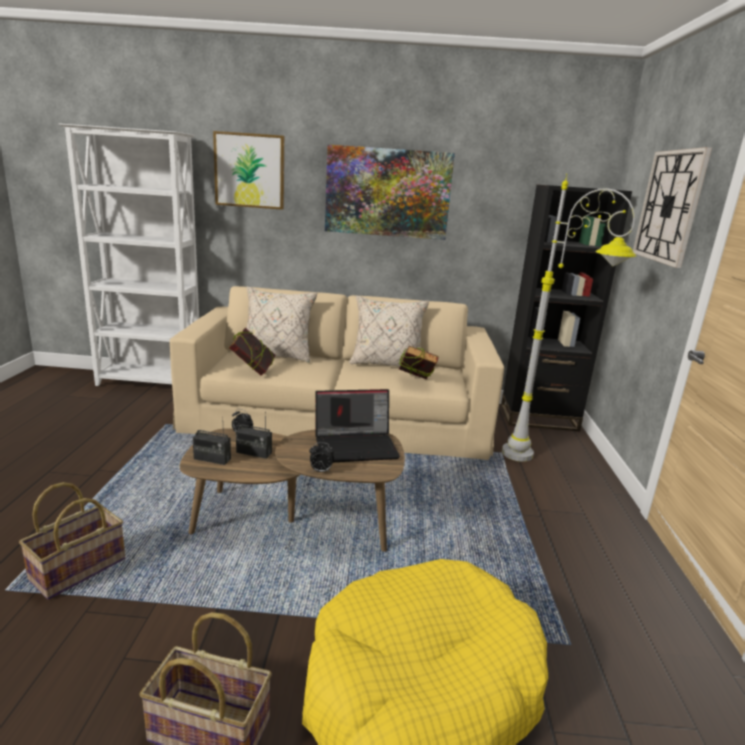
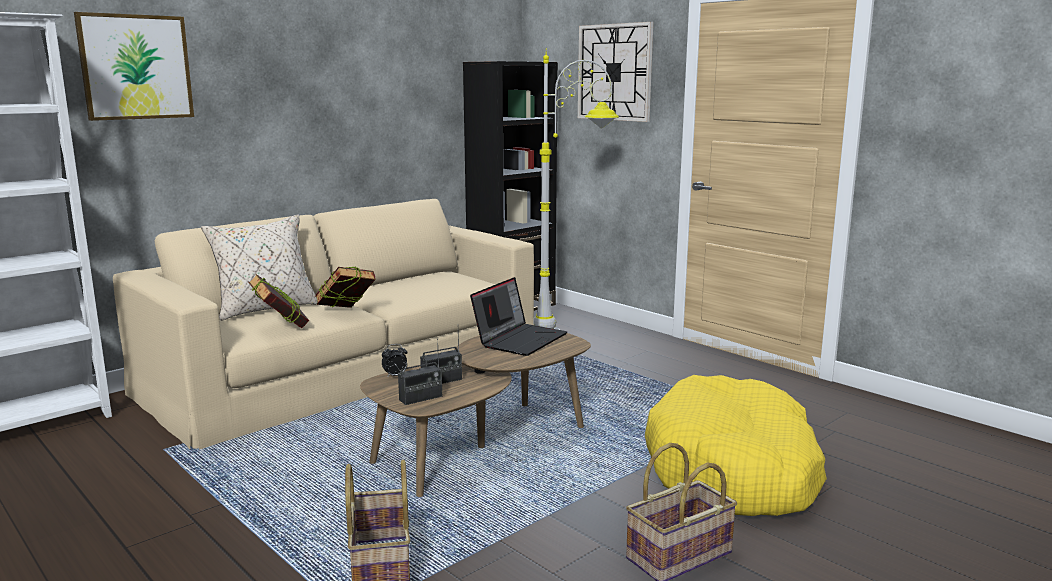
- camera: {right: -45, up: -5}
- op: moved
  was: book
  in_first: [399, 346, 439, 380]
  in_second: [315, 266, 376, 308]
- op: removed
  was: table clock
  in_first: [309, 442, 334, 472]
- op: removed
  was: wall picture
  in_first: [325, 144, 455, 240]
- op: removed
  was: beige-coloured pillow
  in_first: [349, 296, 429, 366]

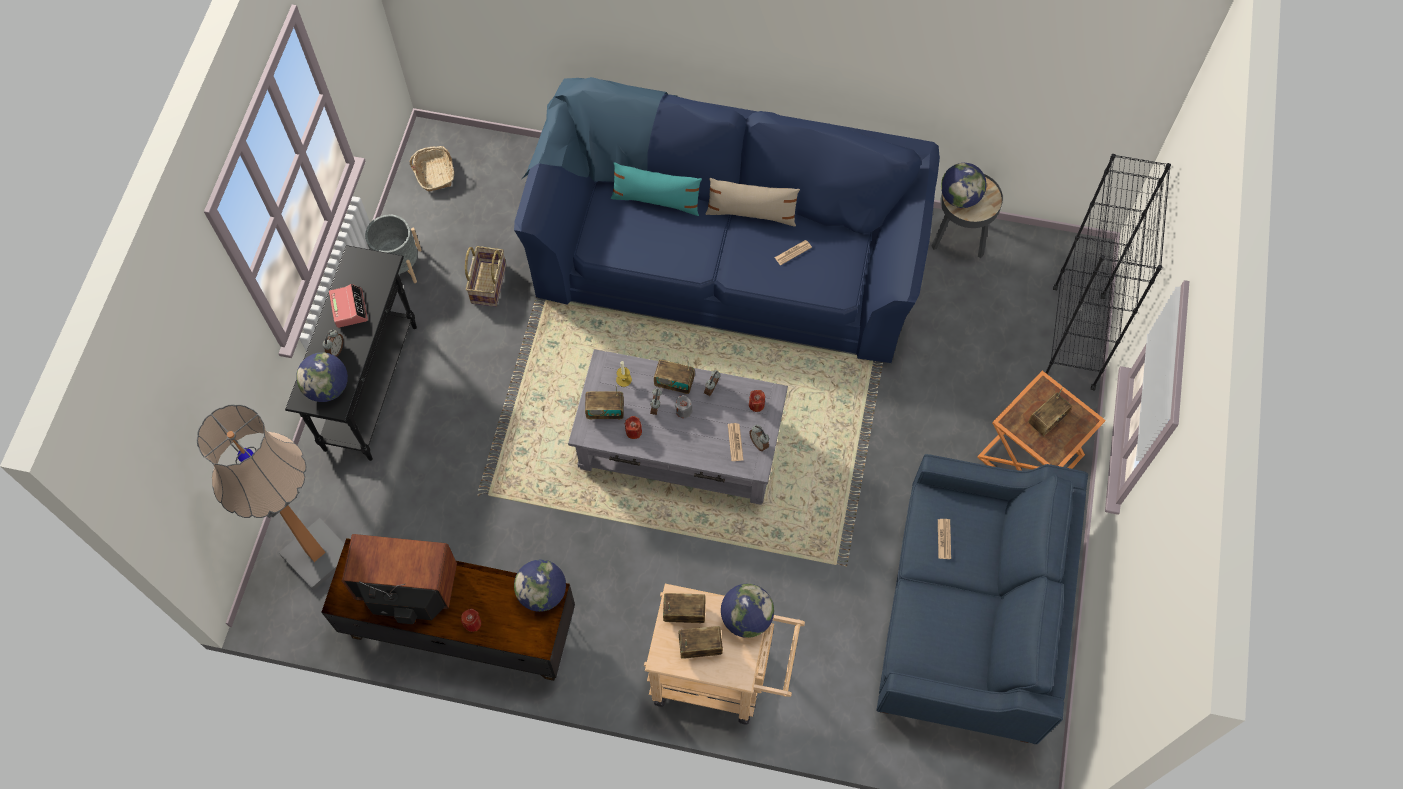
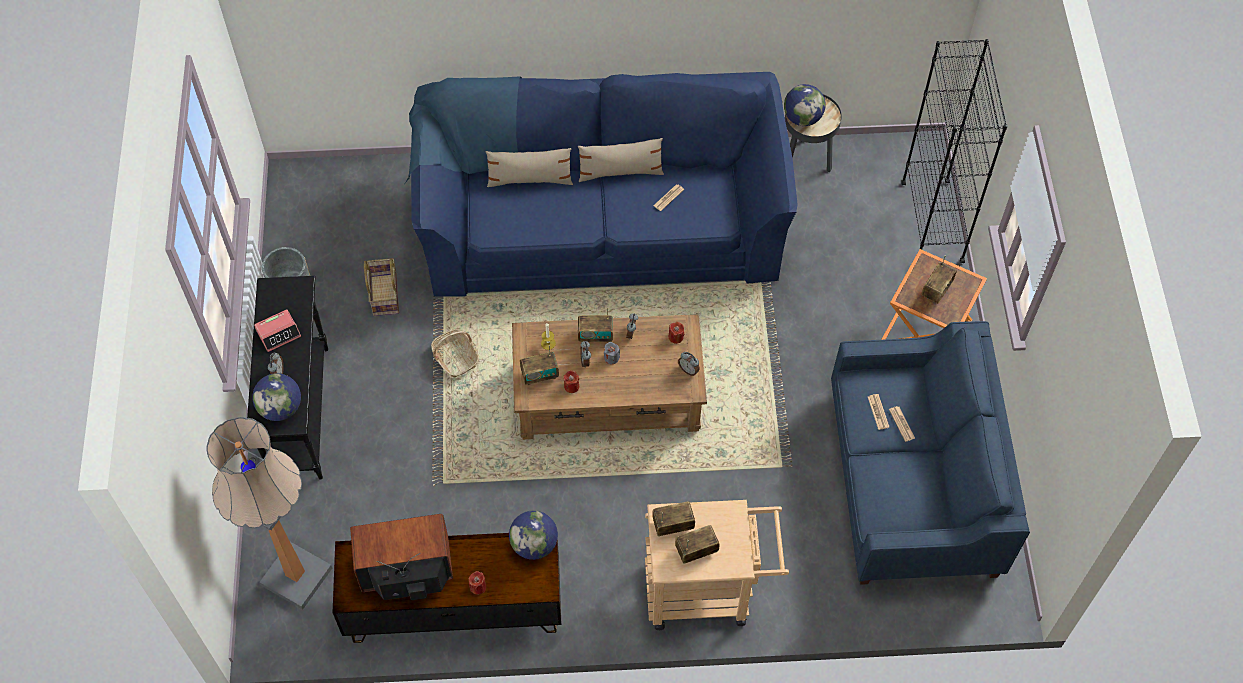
- camera: {right: -15, up: -5}
- op: turned
  was: table clock
  in_first: [329, 284, 368, 328]
  in_second: [254, 309, 301, 352]
  clockwise: 90
- op: moved
  was: household basket
  in_first: [410, 146, 454, 192]
  in_second: [431, 329, 479, 377]
- op: recoloured
  was: turquoise pillow
  now: beige-coloured pillow
  in_first: [611, 162, 702, 216]
  in_second: [486, 148, 573, 187]
- op: recoloured
  was: gray low table
  now: brown-coloured low table
  in_first: [568, 349, 788, 505]
  in_second: [512, 315, 707, 440]
- op: moved
  was: newspaper
  in_first: [728, 423, 743, 461]
  in_second: [889, 406, 915, 442]
- op: removed
  was: world globe
  in_first: [721, 584, 774, 638]

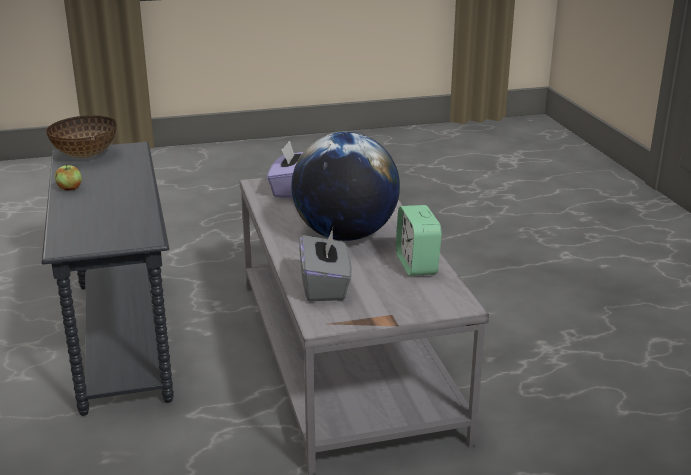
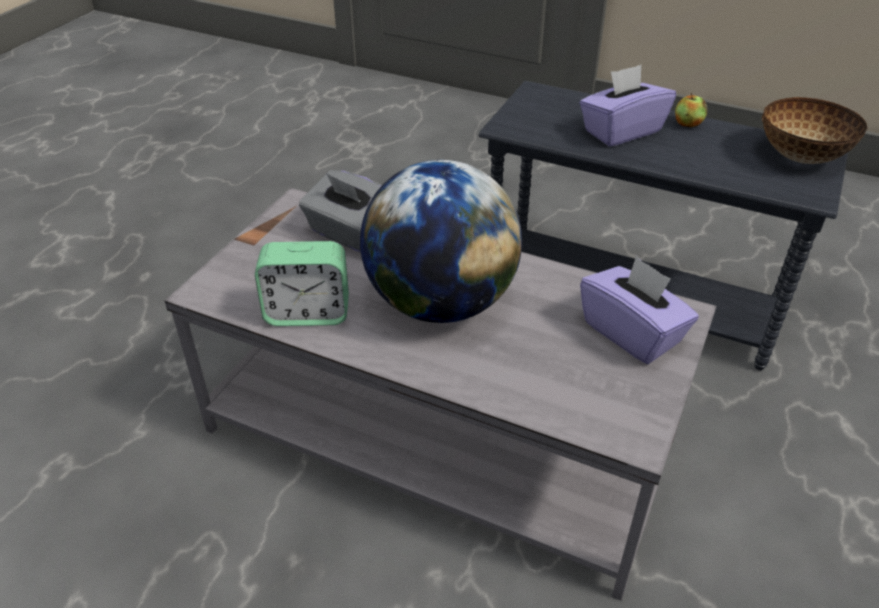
- camera: {right: 130, up: 15}
- op: turned
  was: table clock
  in_first: [396, 205, 442, 276]
  in_second: [255, 241, 349, 326]
  clockwise: 150
- op: added
  now: purple-coloured tissue box
  in_second: [579, 65, 676, 146]

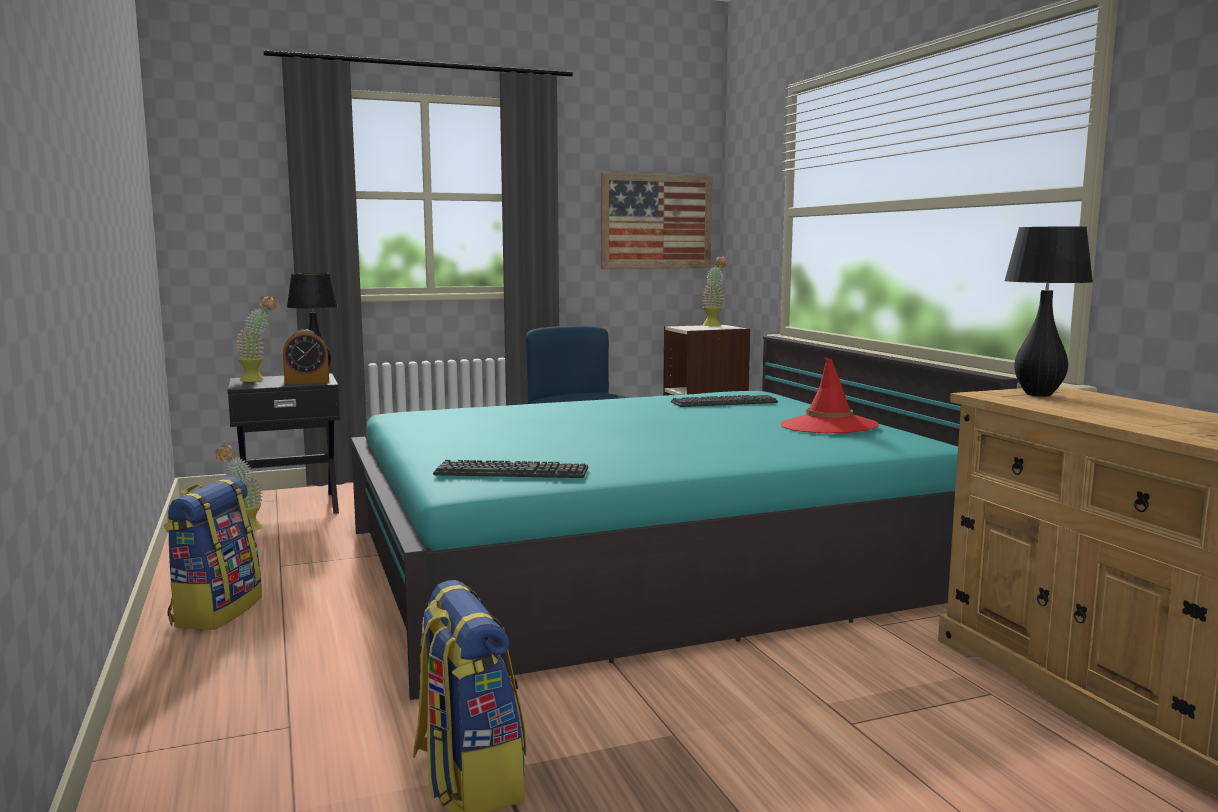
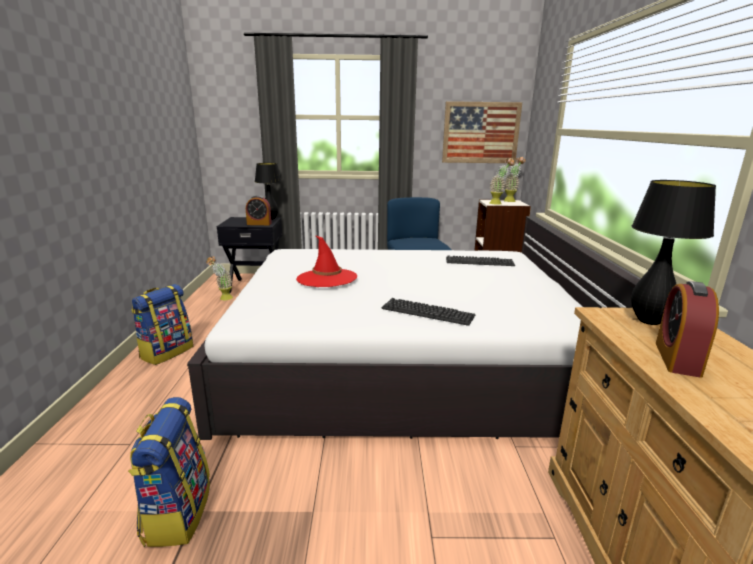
- camera: {right: 20, up: 10}
- op: recoloured
  was: turquoise sleeping bed
  now: whitish sleeping bed
  in_first: [351, 336, 1018, 700]
  in_second: [187, 216, 639, 440]
- op: moved
  was: reddish clothing hat
  in_first: [781, 356, 879, 433]
  in_second: [296, 235, 357, 287]
- op: moved
  was: computer keyboard
  in_first: [433, 460, 588, 478]
  in_second: [382, 298, 475, 326]
- op: moved
  was: potted plant
  in_first: [235, 296, 277, 382]
  in_second: [489, 158, 514, 205]
- op: added
  now: table clock
  in_second: [656, 281, 719, 378]

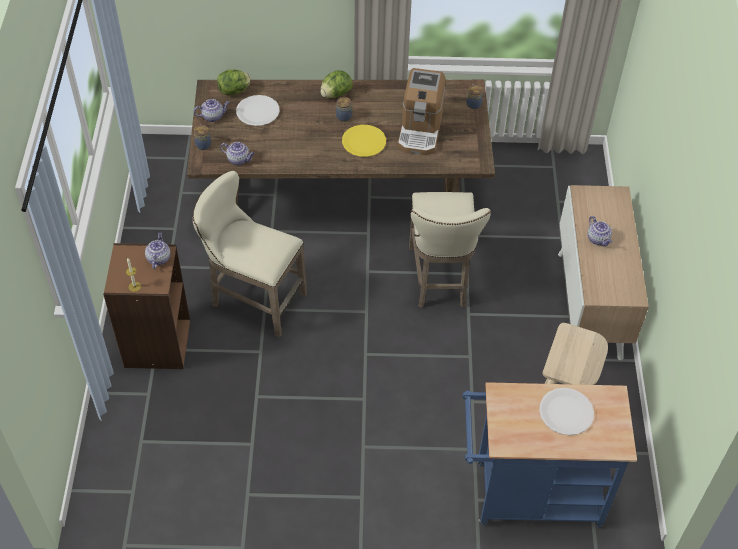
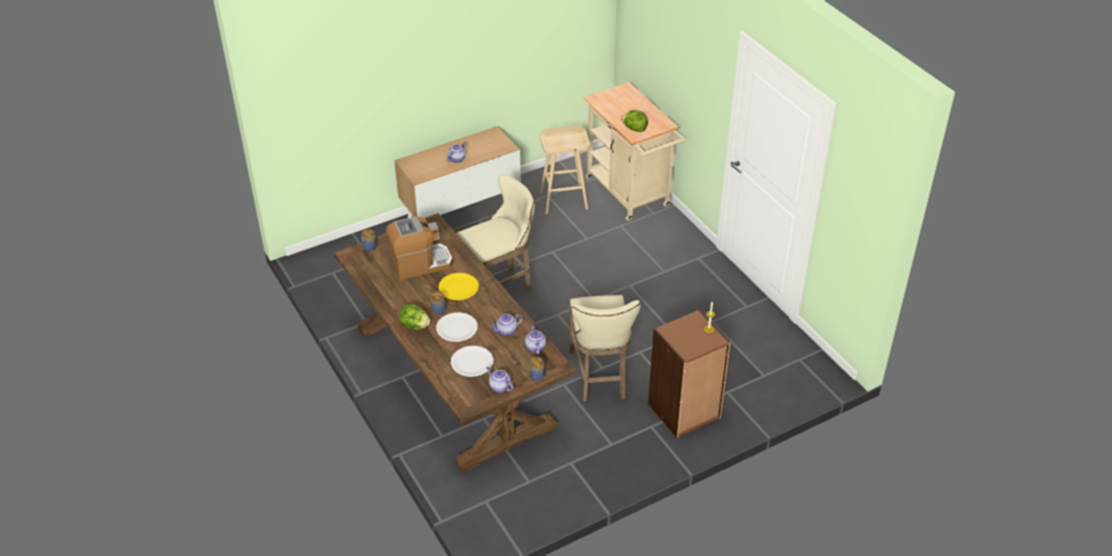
- camera: {right: -120, up: -10}
- op: moved
  was: whitish flat dish
  in_first: [539, 388, 594, 435]
  in_second: [436, 312, 478, 342]
- op: moved
  was: pot for tea
  in_first: [145, 232, 170, 269]
  in_second: [490, 314, 523, 336]
- op: recoloured
  was: blue trolley
  now: beige-coloured trolley
  in_first: [463, 382, 637, 528]
  in_second: [583, 82, 686, 221]
- op: moved
  was: lettuce
  in_first: [217, 69, 251, 95]
  in_second: [621, 110, 648, 132]

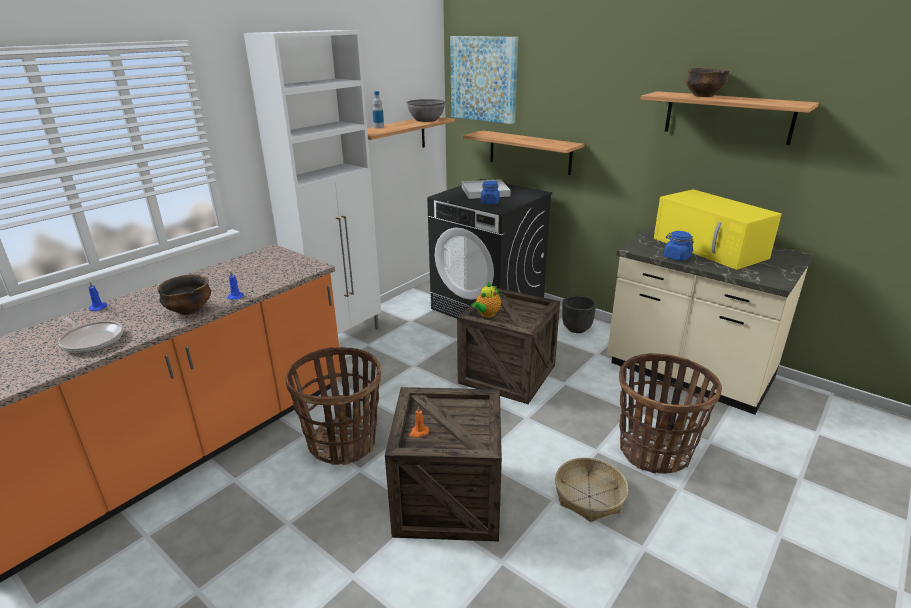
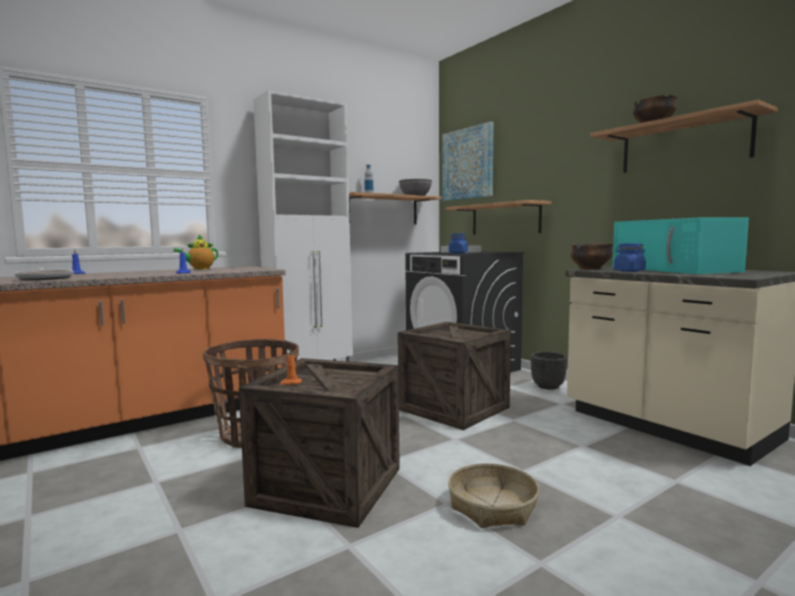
- camera: {right: 15, up: -20}
- op: moved
  was: pot for tea
  in_first: [472, 282, 501, 317]
  in_second: [173, 235, 218, 269]
- op: moved
  was: bowl
  in_first: [157, 275, 211, 315]
  in_second: [570, 243, 613, 270]
- op: recoloured
  was: yellow-coloured kitchen microwave
  now: turquoise kitchen microwave
  in_first: [654, 189, 781, 270]
  in_second: [612, 217, 749, 274]
- op: removed
  was: household basket
  in_first: [619, 353, 722, 474]

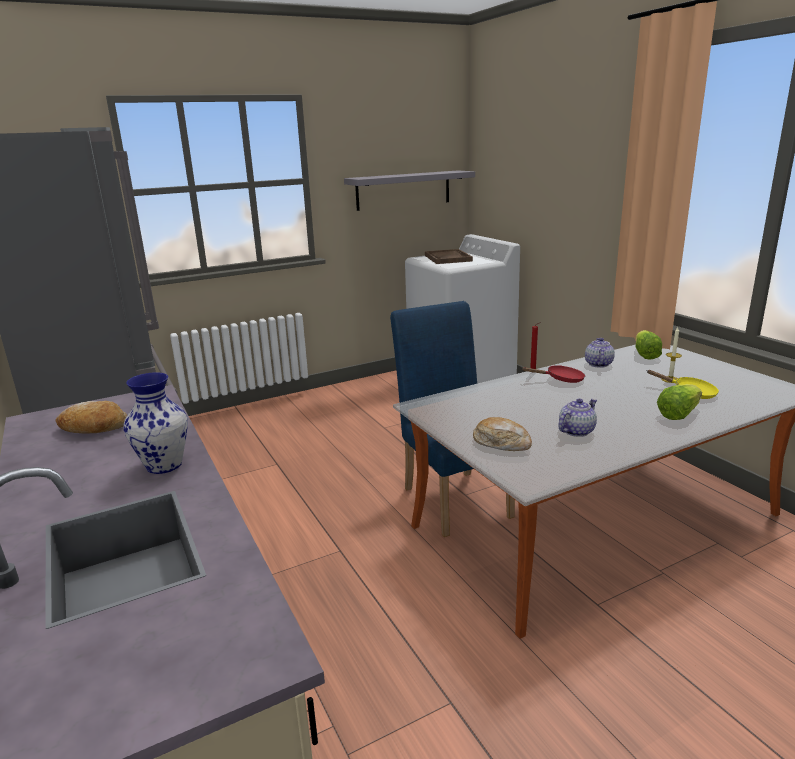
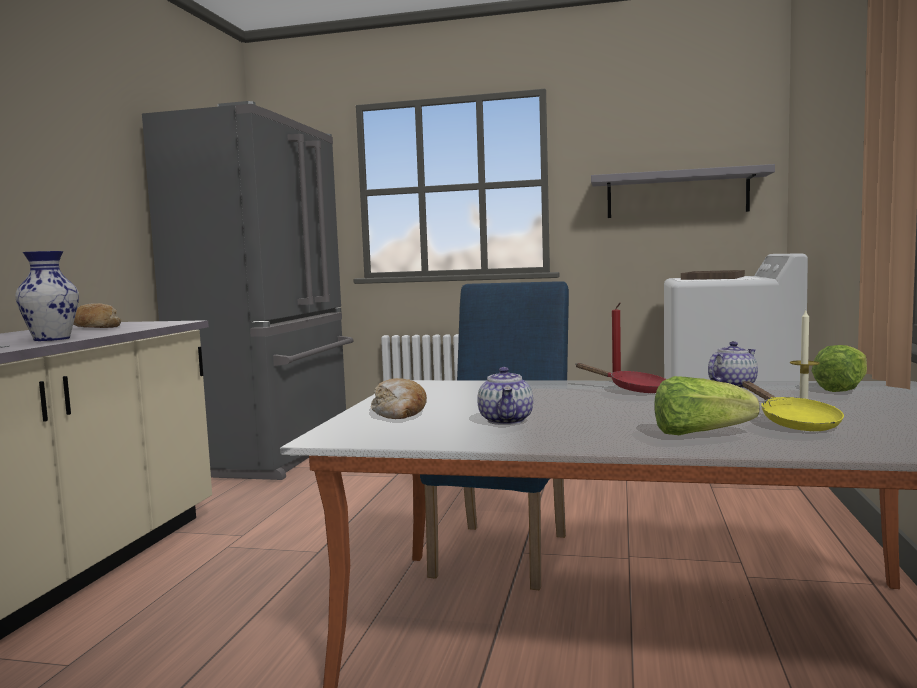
- camera: {right: 40, up: -15}
- op: turned
  was: pot for tea
  in_first: [558, 399, 597, 437]
  in_second: [477, 367, 533, 425]
  clockwise: 90

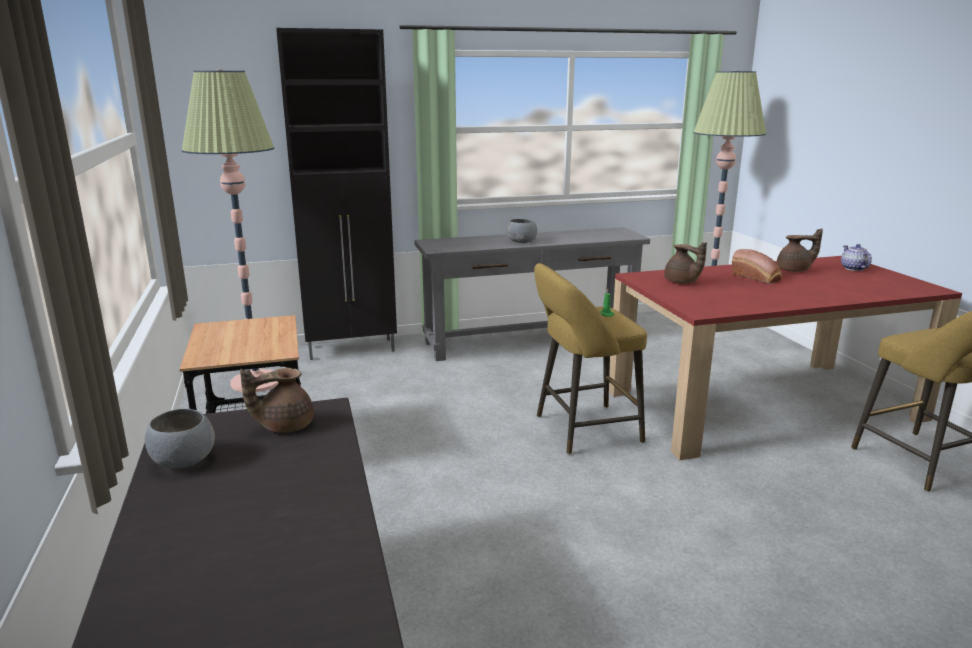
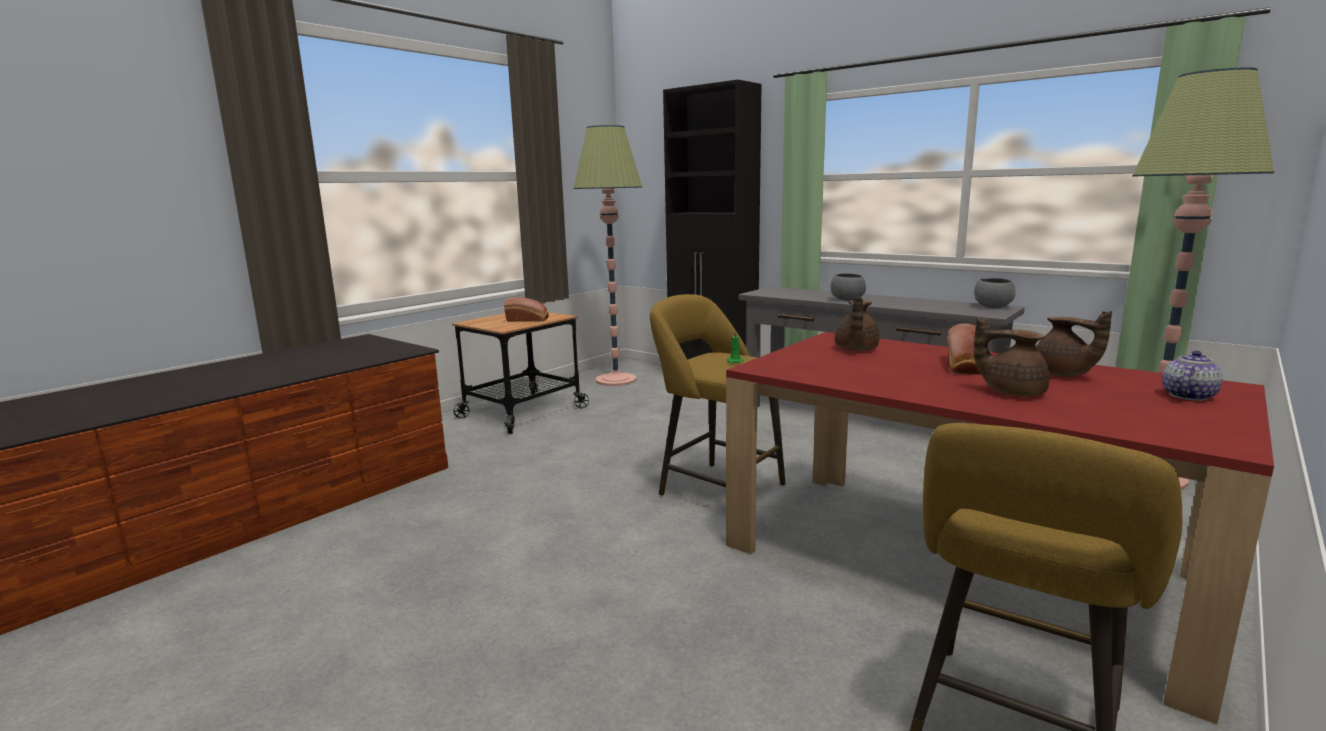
- camera: {right: 55, up: -5}
- op: added
  now: bread
  in_second: [504, 297, 549, 322]
- op: moved
  was: gray bowl
  in_first: [145, 409, 215, 468]
  in_second: [974, 278, 1016, 308]
- op: moved
  was: brown-coloured pot for tea
  in_first: [240, 368, 314, 433]
  in_second: [974, 317, 1050, 397]

